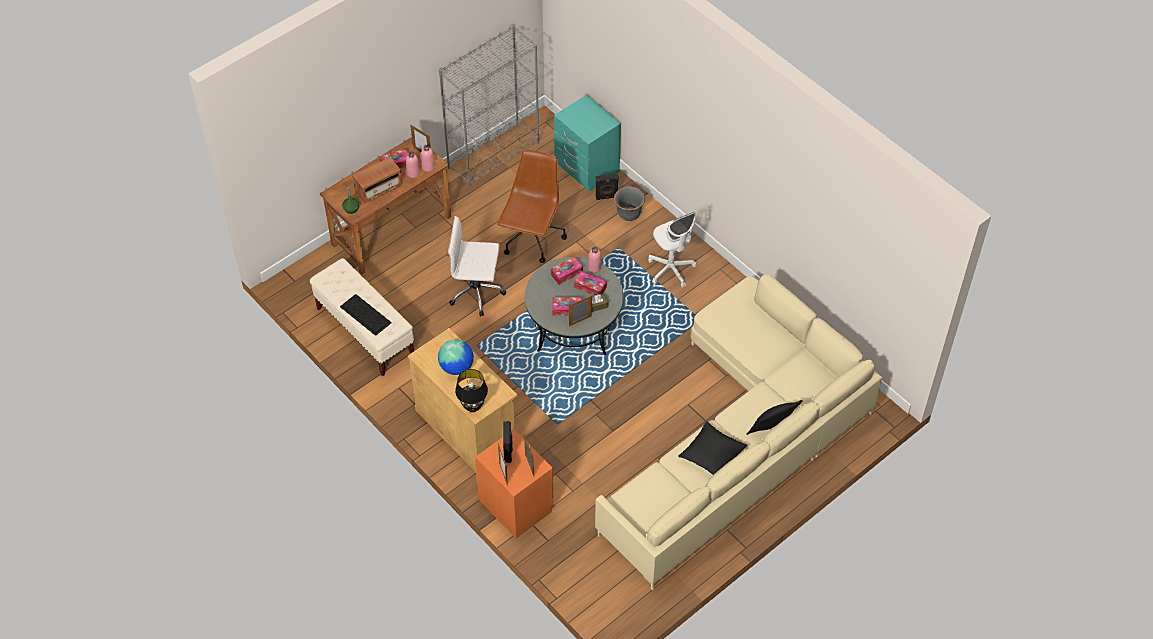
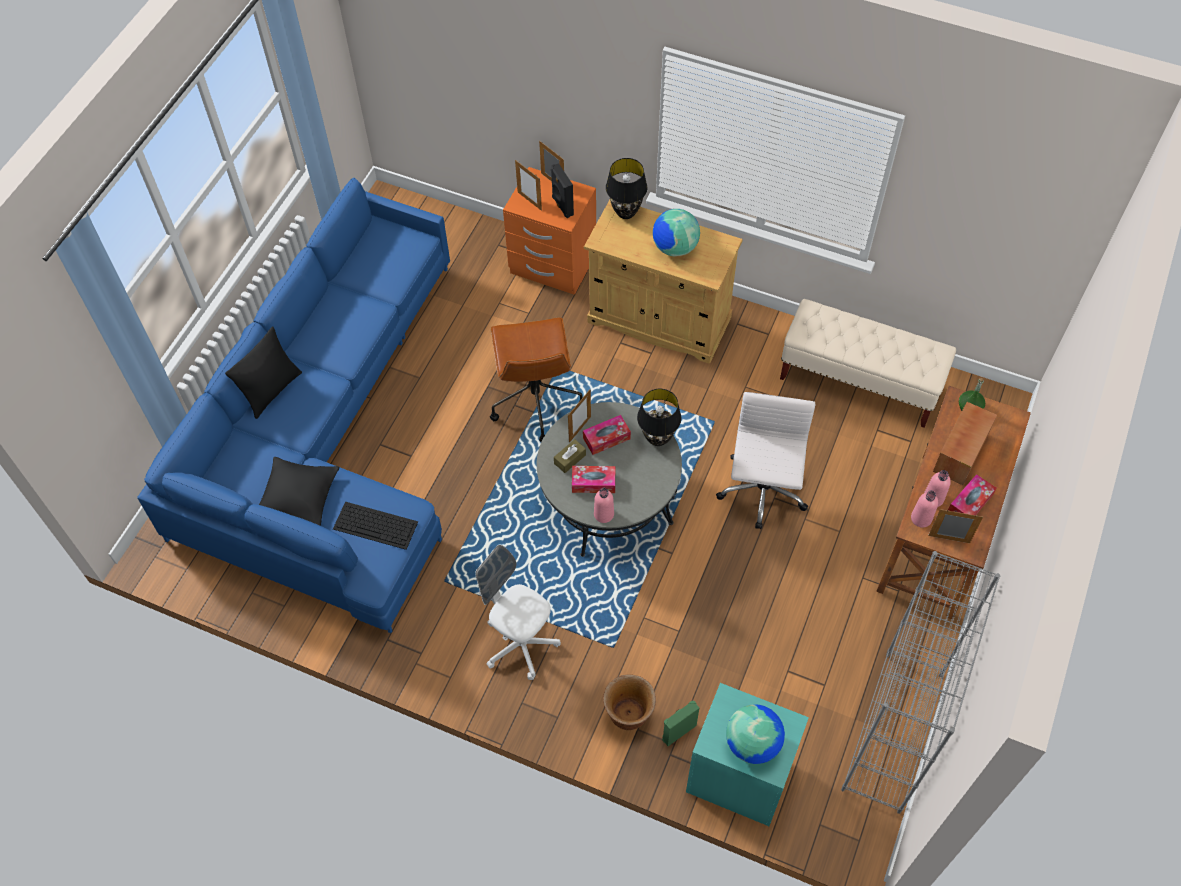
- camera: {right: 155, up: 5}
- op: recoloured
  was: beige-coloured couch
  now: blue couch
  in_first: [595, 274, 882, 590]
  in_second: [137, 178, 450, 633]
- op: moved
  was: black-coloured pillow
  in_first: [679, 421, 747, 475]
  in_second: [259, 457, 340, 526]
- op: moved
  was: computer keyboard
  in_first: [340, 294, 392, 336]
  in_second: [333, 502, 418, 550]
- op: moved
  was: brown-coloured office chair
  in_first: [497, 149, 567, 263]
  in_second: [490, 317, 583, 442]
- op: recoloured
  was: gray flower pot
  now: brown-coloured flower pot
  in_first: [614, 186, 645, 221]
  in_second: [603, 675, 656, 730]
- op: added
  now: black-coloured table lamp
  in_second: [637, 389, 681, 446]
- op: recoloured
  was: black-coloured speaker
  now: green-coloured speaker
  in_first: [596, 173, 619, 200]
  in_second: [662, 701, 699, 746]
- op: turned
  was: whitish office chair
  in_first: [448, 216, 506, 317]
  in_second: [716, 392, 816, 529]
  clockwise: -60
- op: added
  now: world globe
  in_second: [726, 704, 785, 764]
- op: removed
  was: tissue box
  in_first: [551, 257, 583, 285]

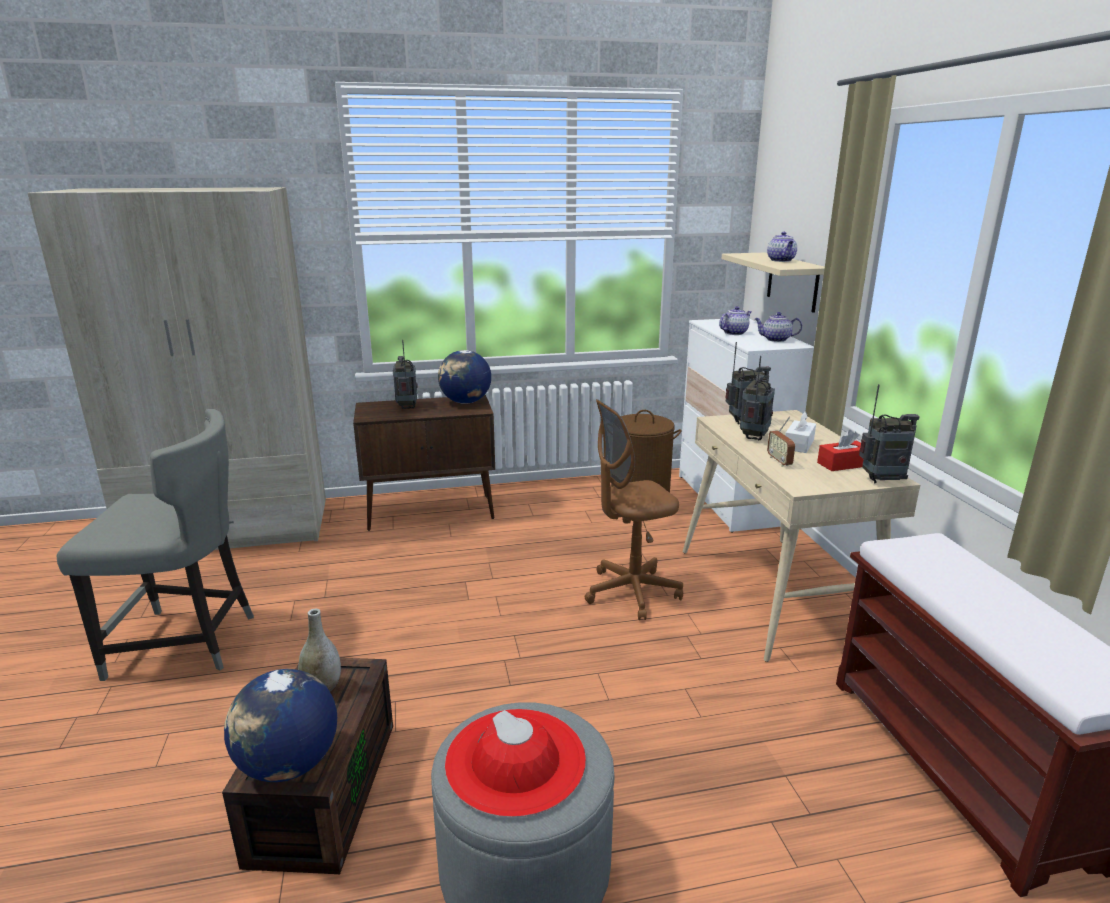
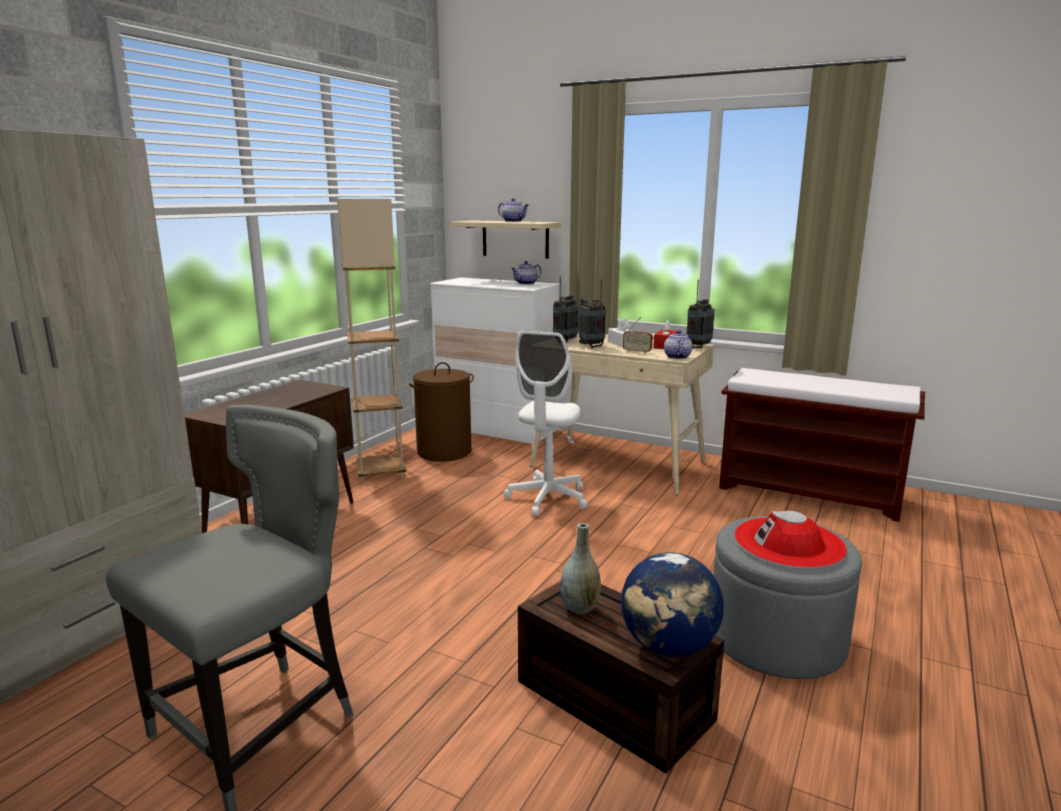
- camera: {right: -50, up: -5}
- op: added
  now: beige-coloured floor lamp
  in_second: [337, 199, 406, 483]
- op: recoloured
  was: brown-coloured office chair
  now: whitish office chair
  in_first: [585, 399, 683, 620]
  in_second: [504, 330, 588, 516]
- op: moved
  was: pot for tea
  in_first: [719, 306, 752, 335]
  in_second: [664, 330, 692, 359]
- op: removed
  was: radio receiver
  in_first: [393, 340, 418, 409]
- op: removed
  was: world globe
  in_first: [438, 350, 491, 404]

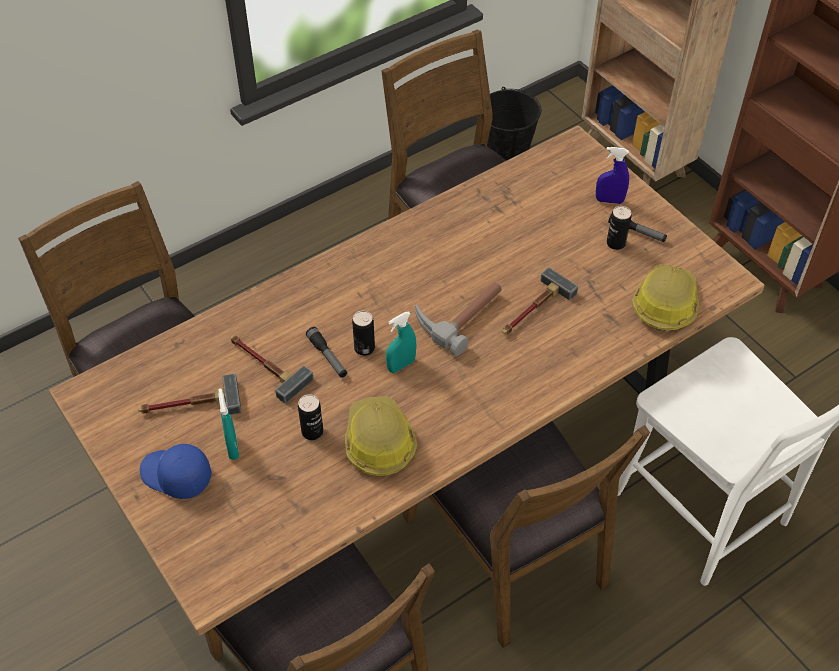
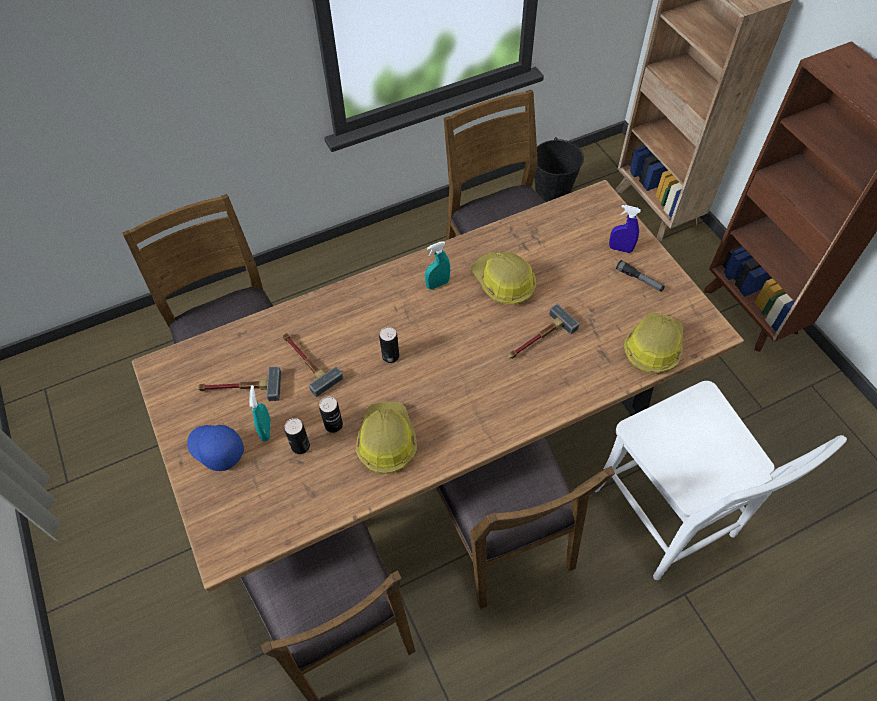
- camera: {right: 10, up: 5}
- op: moved
  was: sealed can
  in_first: [607, 206, 631, 250]
  in_second: [284, 418, 310, 454]
- op: moved
  was: turquoise hand sprayer
  in_first: [386, 312, 417, 373]
  in_second: [425, 241, 450, 290]
- op: added
  now: hard hat
  in_second: [471, 252, 536, 304]
- op: removed
  was: flashlight
  in_first: [306, 327, 347, 378]
- op: removed
  was: hand hammer
  in_first: [415, 282, 502, 357]

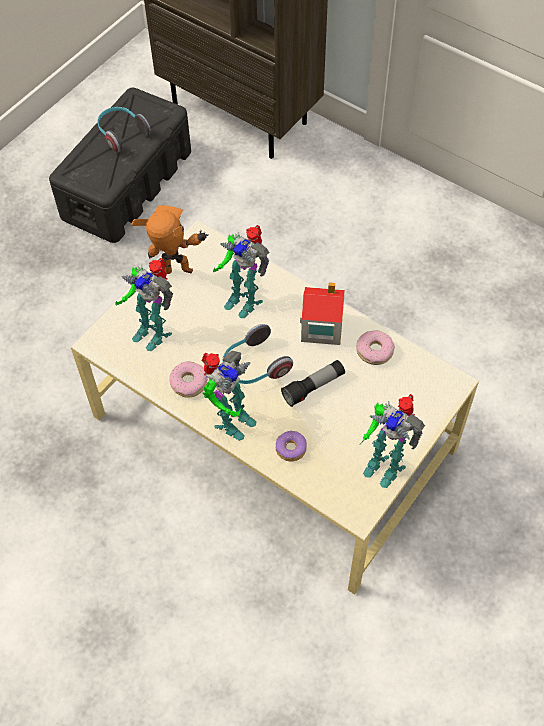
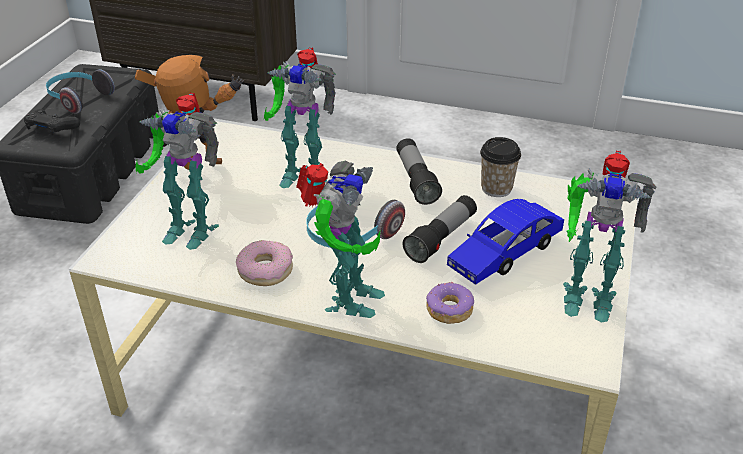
- camera: {right: -20, up: -20}
- op: added
  now: black-coloured game controller
  in_second: [24, 109, 80, 135]
- op: replaced
  was: toy house
  now: flashlight
  in_first: [300, 282, 345, 345]
  in_second: [396, 138, 442, 205]
- op: added
  now: blue miniature car
  in_second: [447, 199, 564, 285]
- op: replaced
  was: ring doughnut
  now: cup
  in_first: [356, 330, 395, 365]
  in_second: [480, 137, 521, 197]

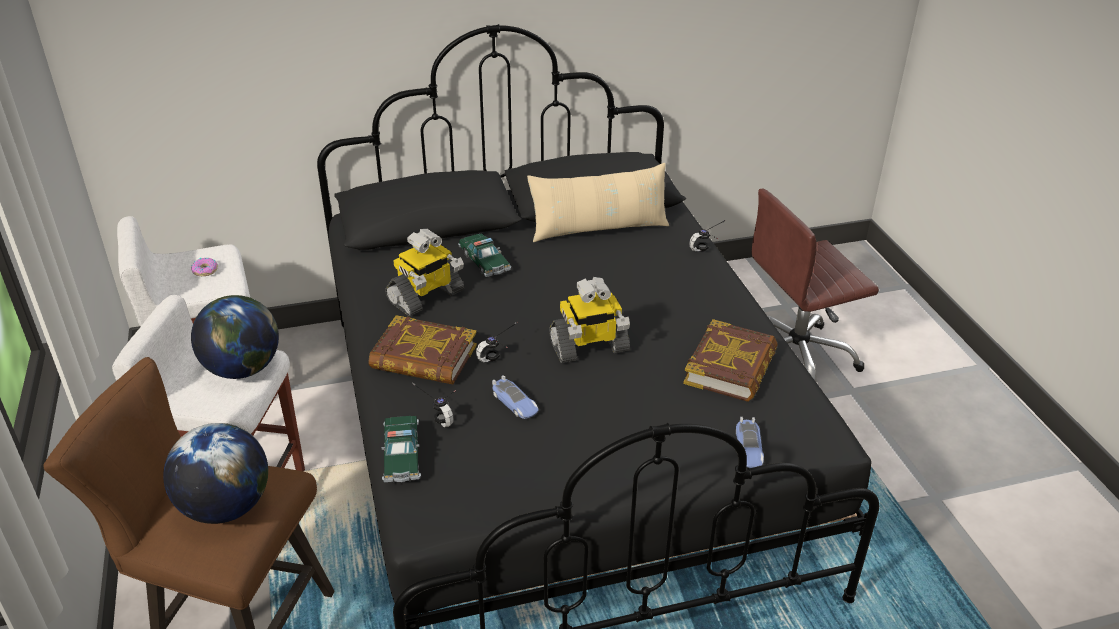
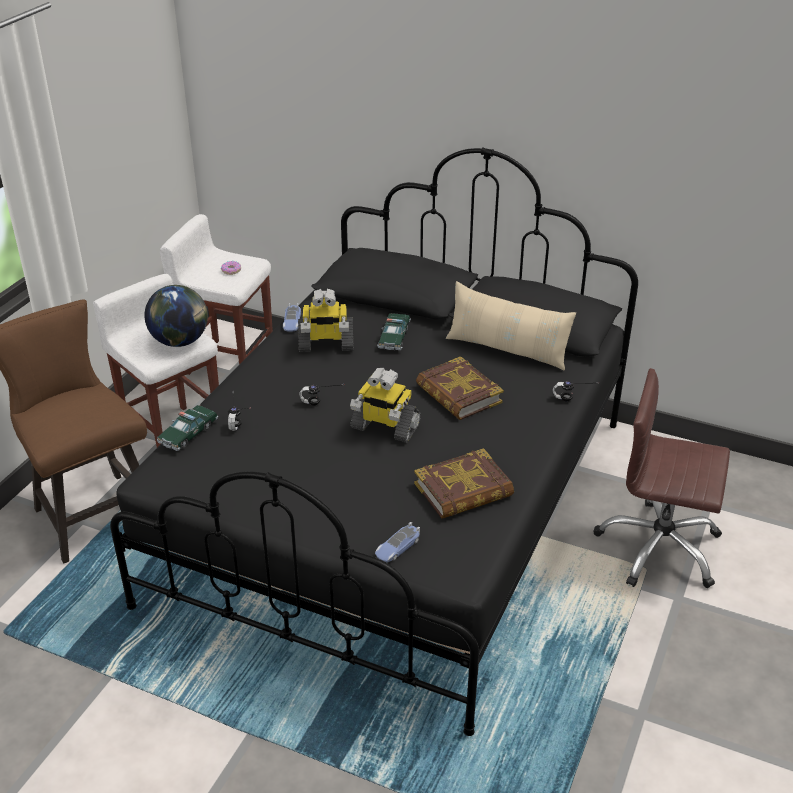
- camera: {right: 40, up: 0}
- op: moved
  was: miniature car
  in_first: [492, 375, 539, 419]
  in_second: [283, 303, 301, 332]
- op: moved
  was: book
  in_first: [368, 315, 477, 384]
  in_second: [416, 356, 504, 420]
- op: removed
  was: world globe
  in_first: [163, 423, 268, 524]

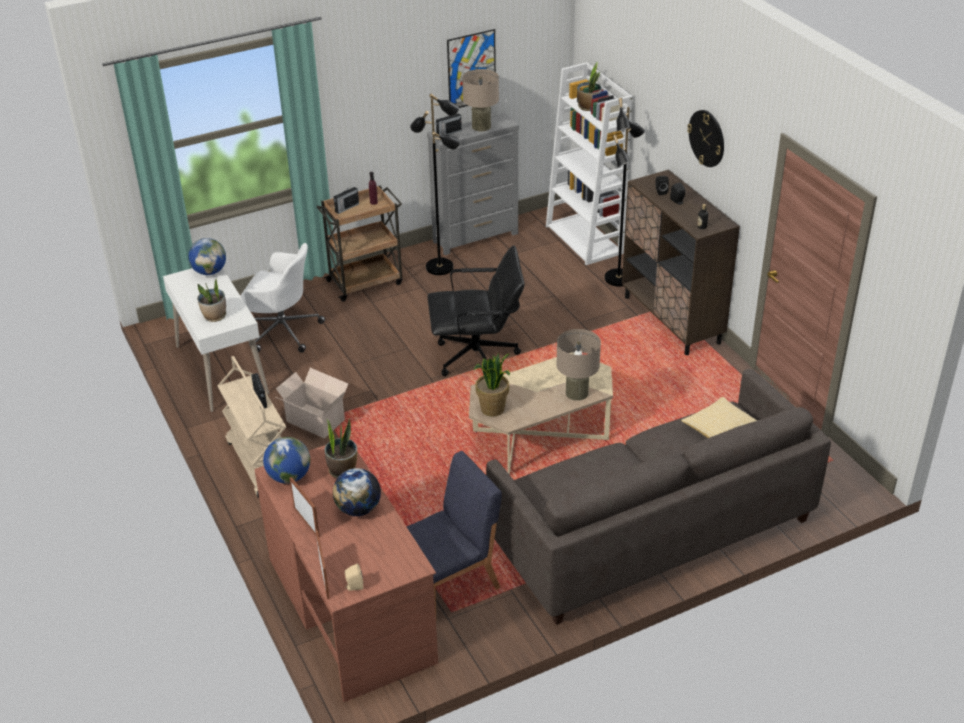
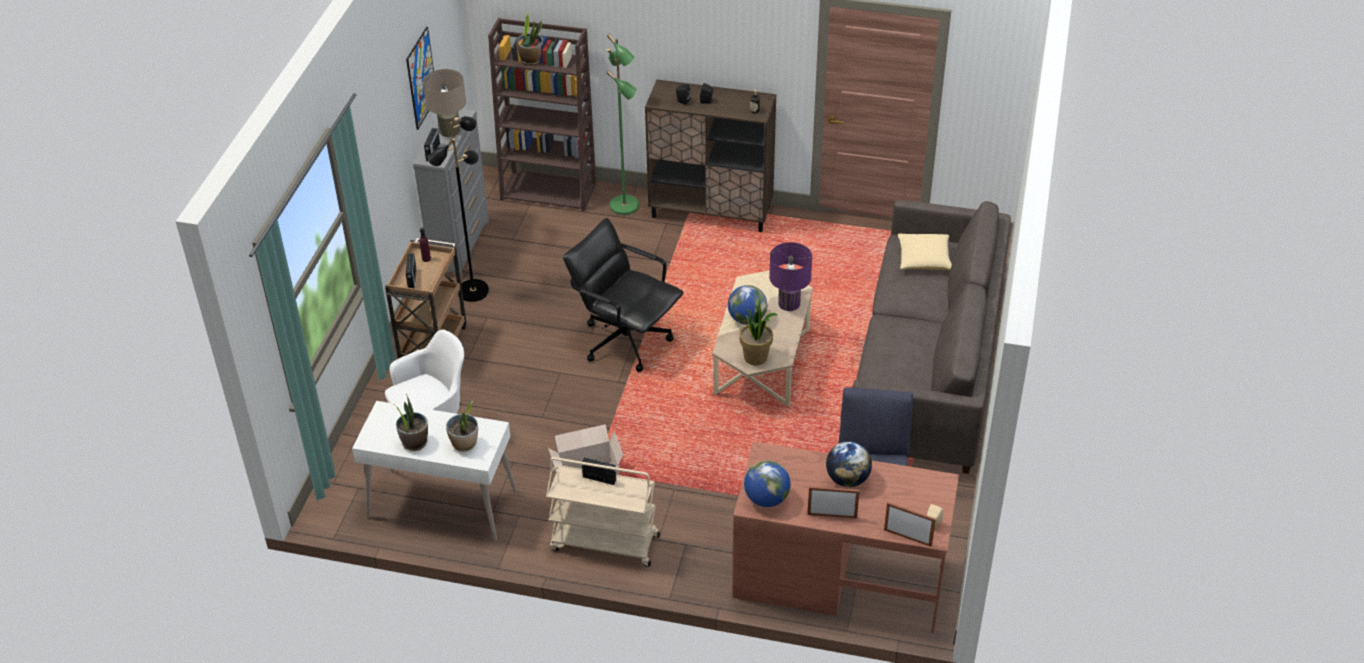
- camera: {right: -50, up: 5}
- op: moved
  was: potted plant
  in_first: [325, 419, 357, 479]
  in_second: [393, 393, 428, 451]
- op: recoloured
  was: whitish bookcase
  now: brown-coloured bookcase
  in_first: [546, 62, 633, 265]
  in_second: [488, 18, 596, 211]
- op: turned
  was: black-coloured office chair
  in_first: [428, 245, 525, 376]
  in_second: [563, 218, 684, 372]
  clockwise: -90
- op: recoloured
  was: black-coloured floor lamp
  now: green-coloured floor lamp
  in_first: [605, 98, 645, 287]
  in_second: [606, 34, 639, 215]
- op: moved
  was: world globe
  in_first: [188, 238, 226, 275]
  in_second: [728, 285, 767, 325]
- op: recoloured
  was: beige-coloured table lamp
  now: purple-coloured table lamp
  in_first: [556, 329, 601, 401]
  in_second: [769, 242, 812, 311]
- op: removed
  was: clock on the wall
  in_first: [687, 110, 724, 167]

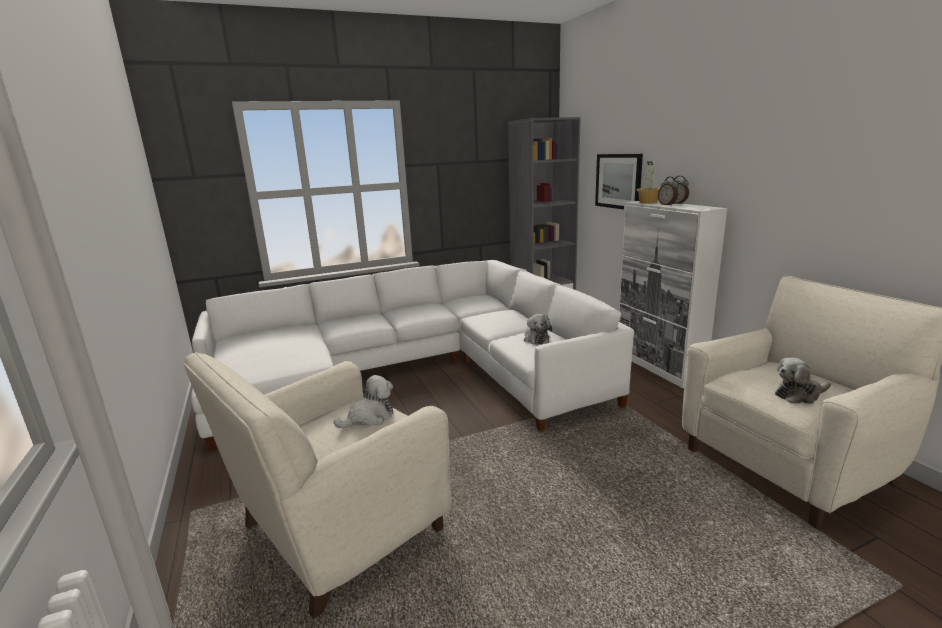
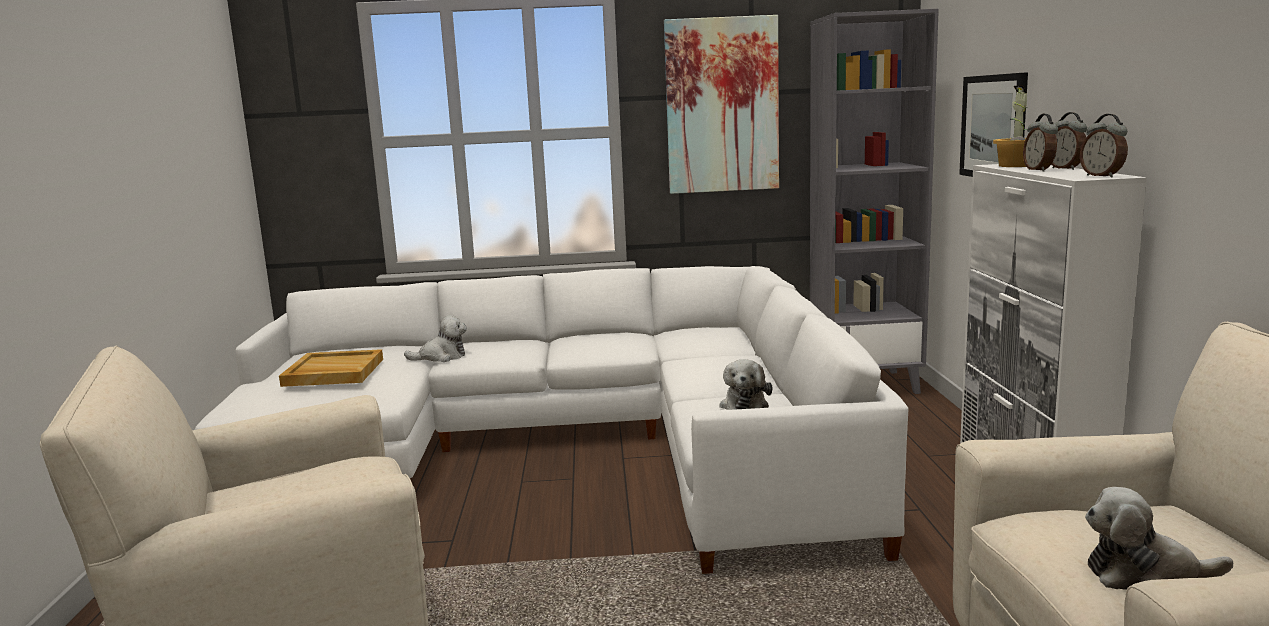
- camera: {right: 20, up: -5}
- op: added
  now: beige-coloured carrying tray
  in_second: [279, 349, 383, 387]
- op: moved
  was: soft toy
  in_first: [334, 375, 393, 428]
  in_second: [404, 315, 467, 362]
- op: added
  now: wall picture
  in_second: [664, 15, 779, 194]
- op: added
  now: table clock
  in_second: [1080, 114, 1128, 178]

